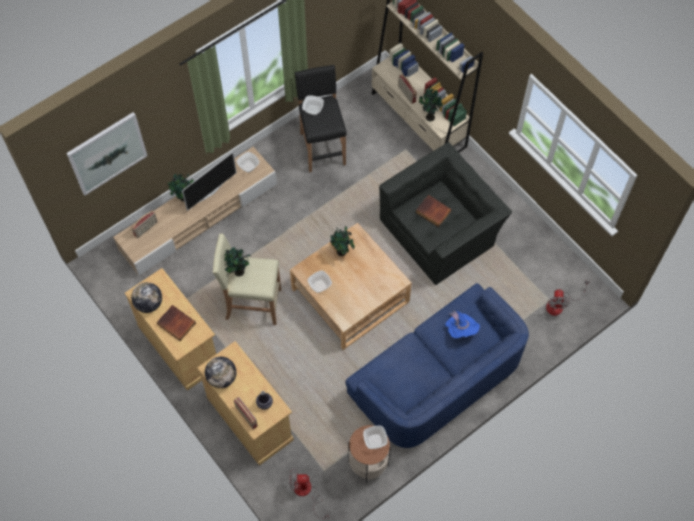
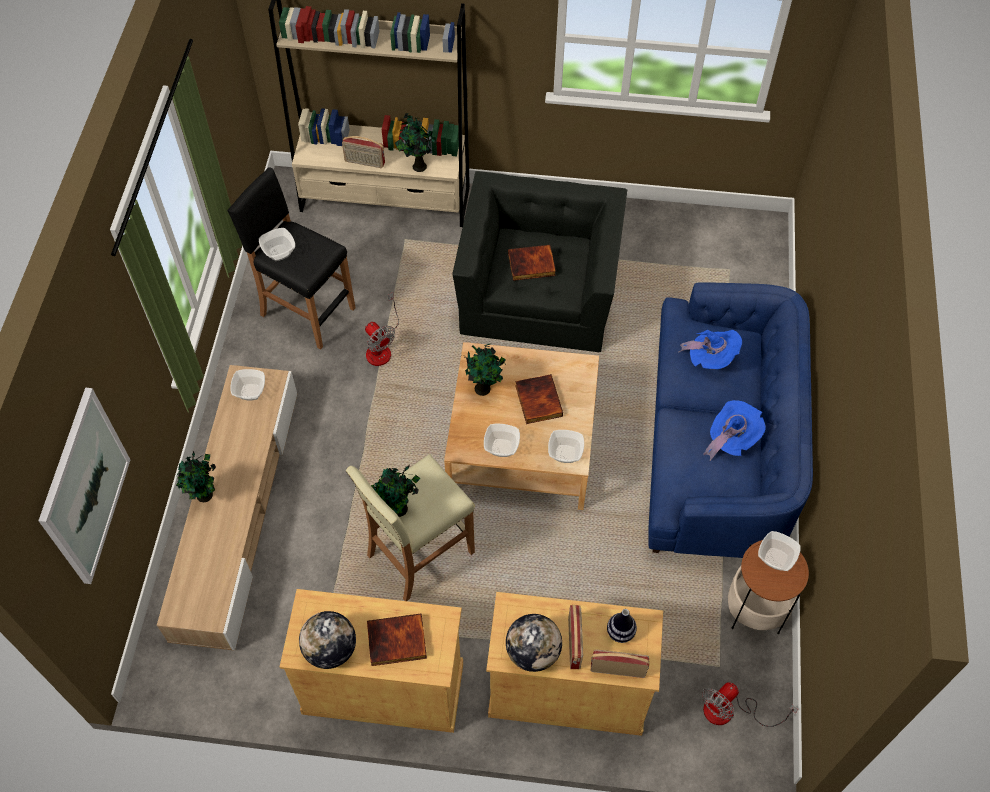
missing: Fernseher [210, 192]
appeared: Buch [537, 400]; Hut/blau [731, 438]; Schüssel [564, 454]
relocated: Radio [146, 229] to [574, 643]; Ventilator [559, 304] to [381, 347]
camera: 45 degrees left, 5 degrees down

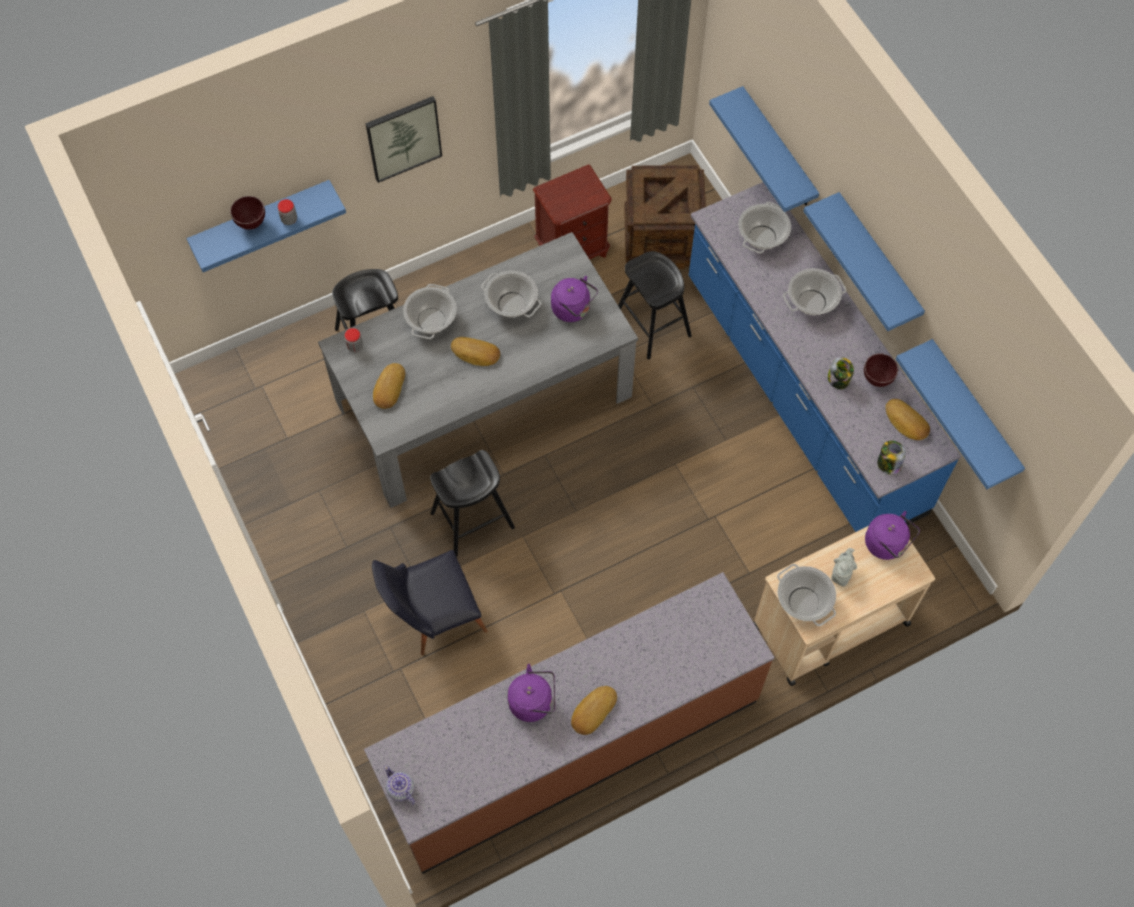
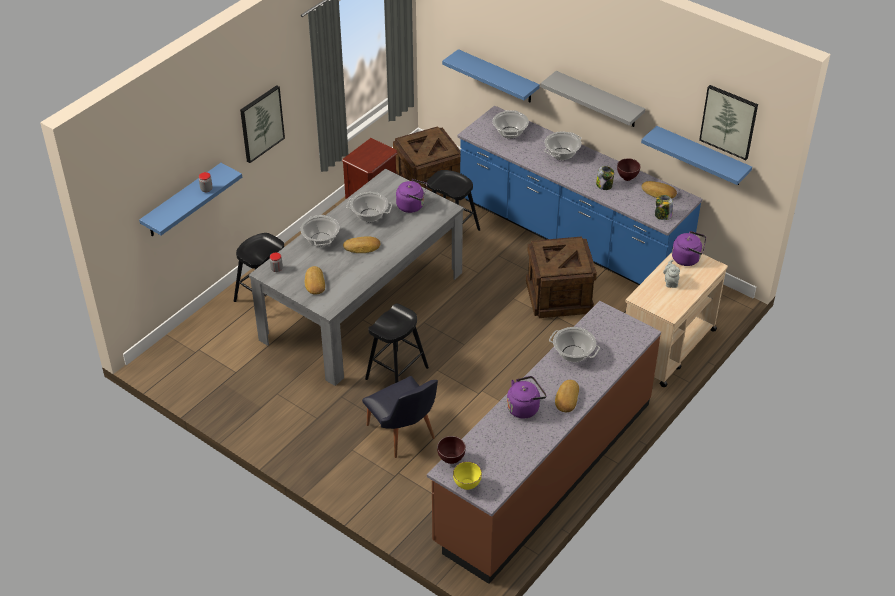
appeared: Bild [729, 121]; Kiste [559, 296]
relocated: Schüssel/braun [252, 224] to [452, 460]; Kochtopf [803, 601] to [573, 354]
exchanged: Teekanne [401, 789] to Schüssel/gelb [467, 486]
colour: Wandregal/blau [877, 261] to Wandregal/grau [599, 100]
spun: Stuhl/schwarz [433, 618] = [404, 436] 75 degrees counterclockwise
camera: 25 degrees left, 20 degrees down

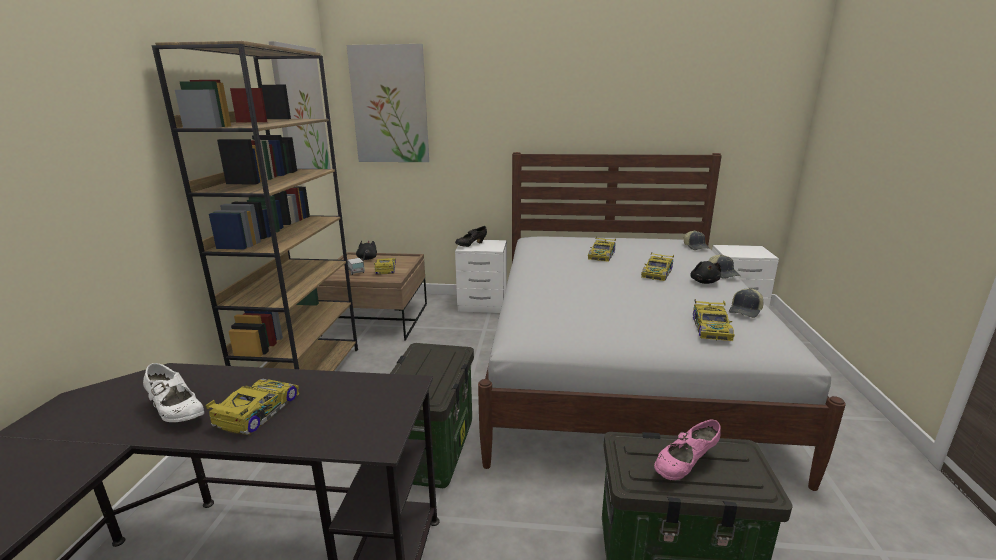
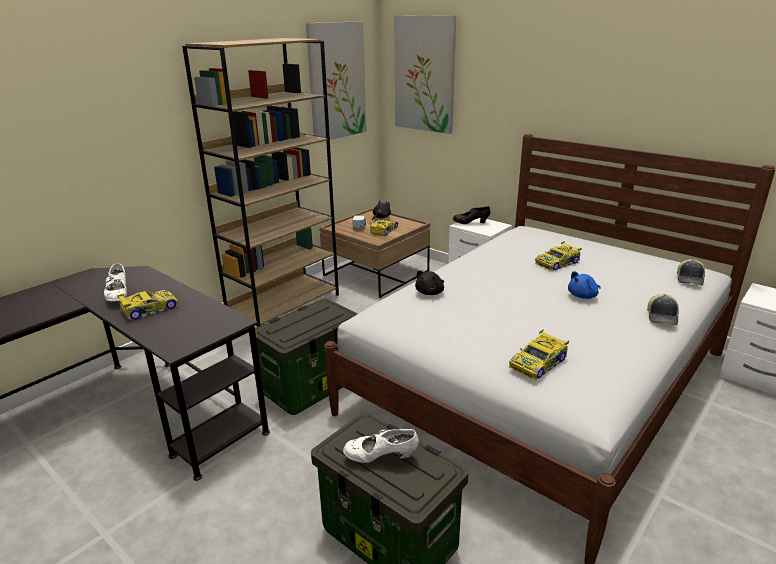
missing: Kappe [745, 311]
relocated: Plüschtier/schwarz [704, 282] to [430, 292]
exchanged: Spielzeugauto [657, 273] to Plüschtier/blau [583, 296]
colour: Schuh/rosa [684, 466] to Schuh/weiß [381, 458]
camera: 35 degrees right, 5 degrees up

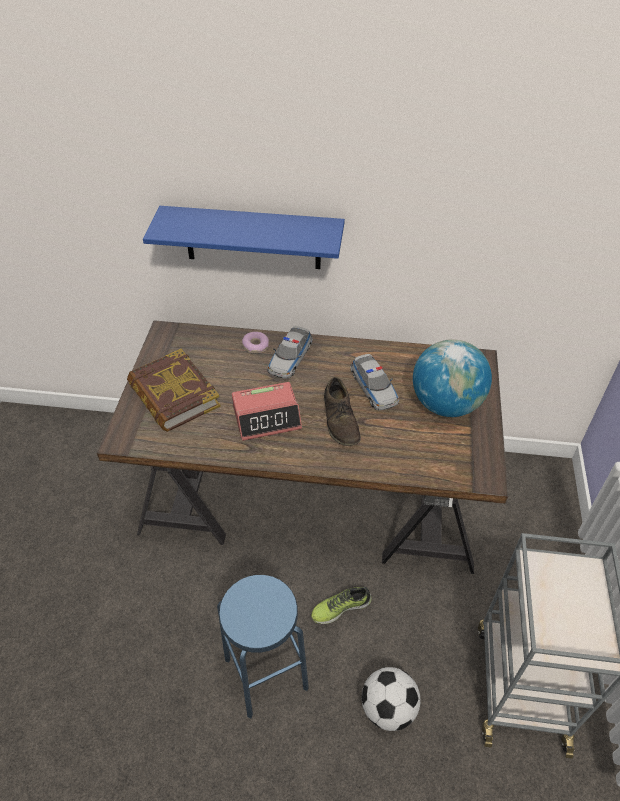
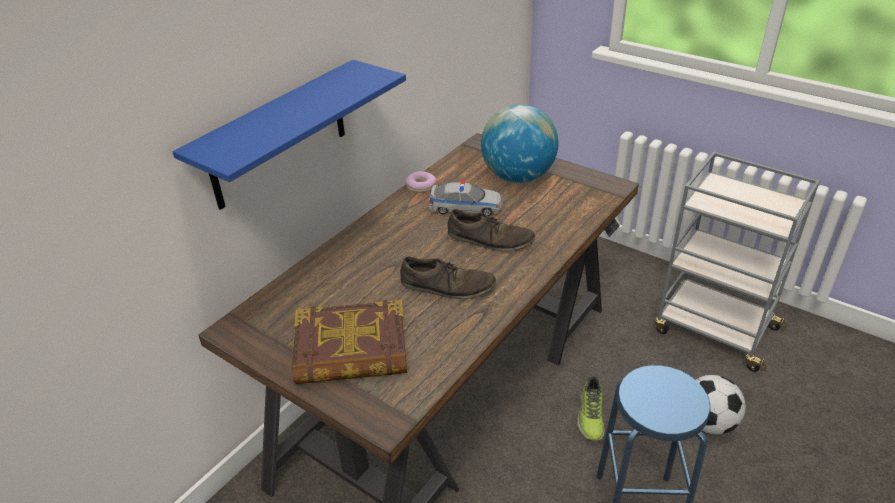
missing: Spielzeugauto [290, 358]
relocated: Donut [255, 346] to [421, 186]
exchanged: Wecker [267, 417] to Schuh/braun [447, 286]
camera: 60 degrees left, 10 degrees down

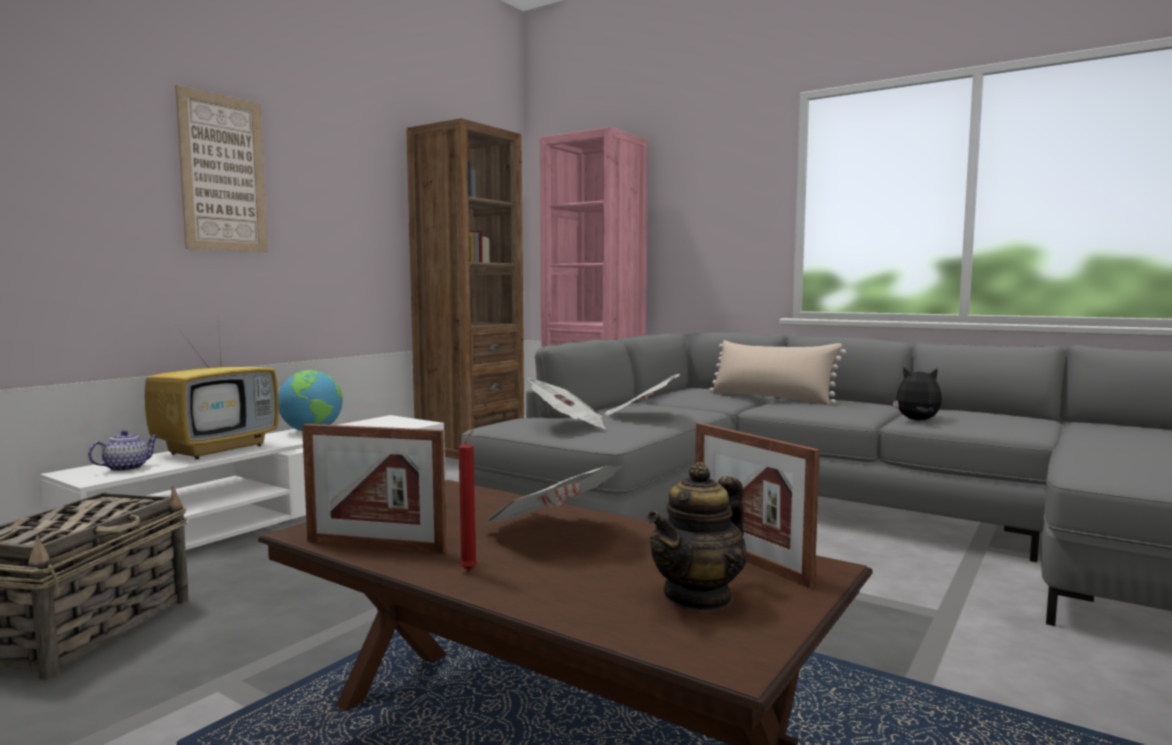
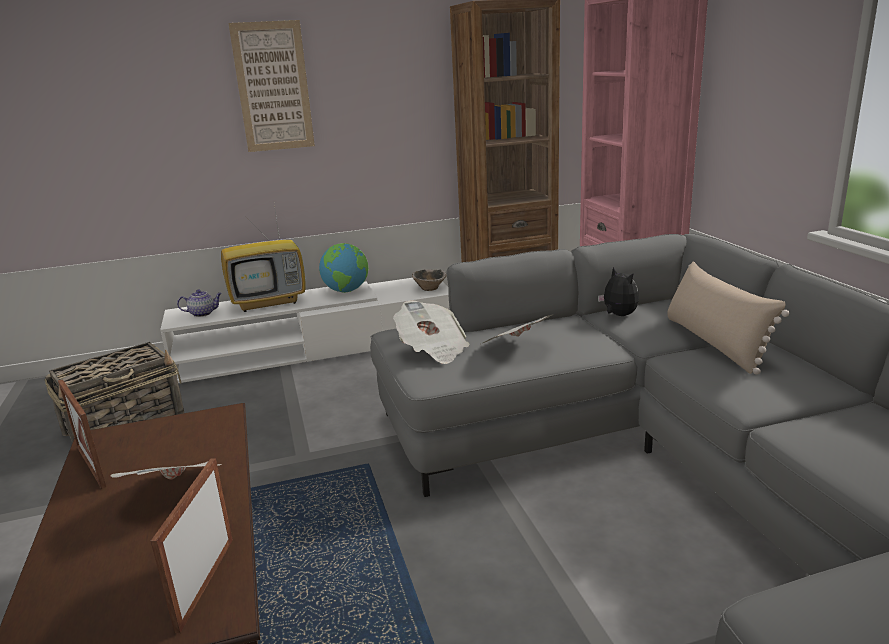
missing: Kerze/rot [470, 569]; Teekanne [698, 597]
appeared: Schüssel [430, 288]
relocated: Plüschtier [917, 421] to [618, 315]
camera: 40 degrees right, 15 degrees up

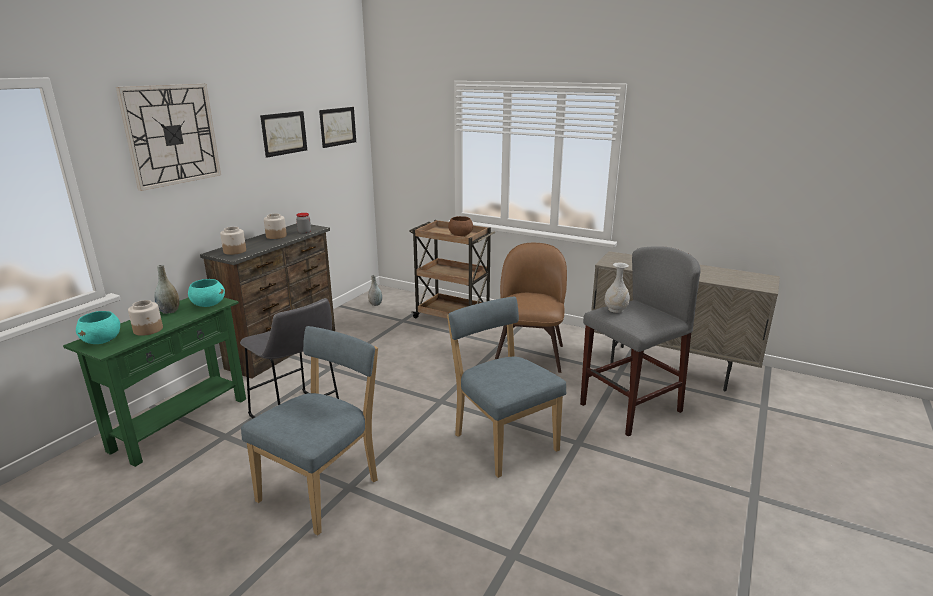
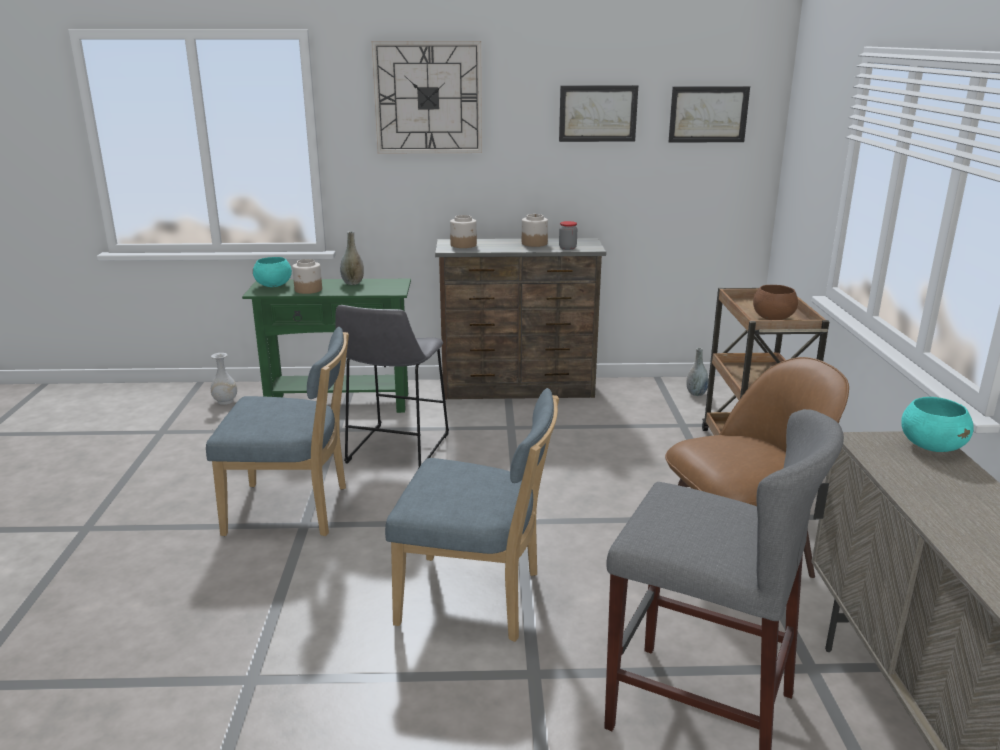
relocated: Vase/weiß [616, 310] to [225, 401]; Schüssel/türkis [208, 304] to [931, 446]
spun: Stuhl/blau [502, 440] = [477, 599] 75 degrees clockwise
camera: 60 degrees right, 0 degrees up

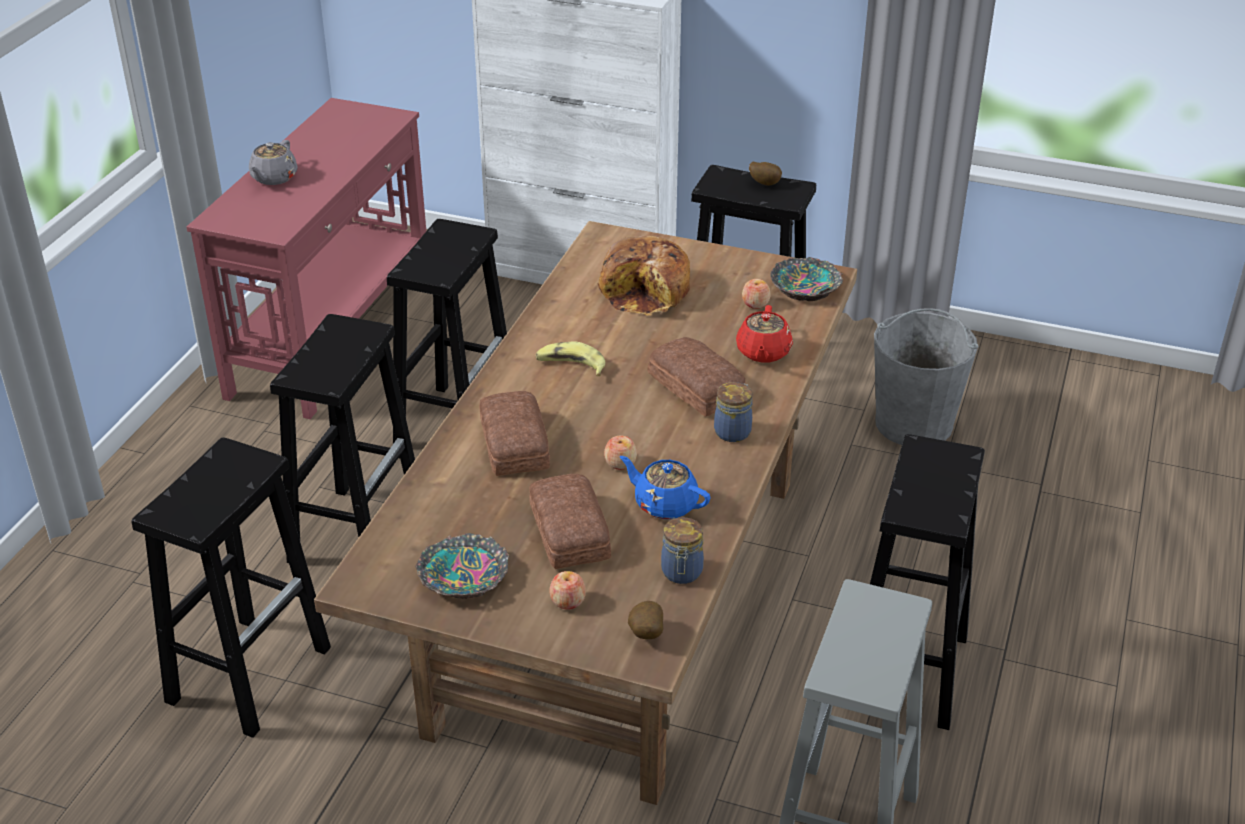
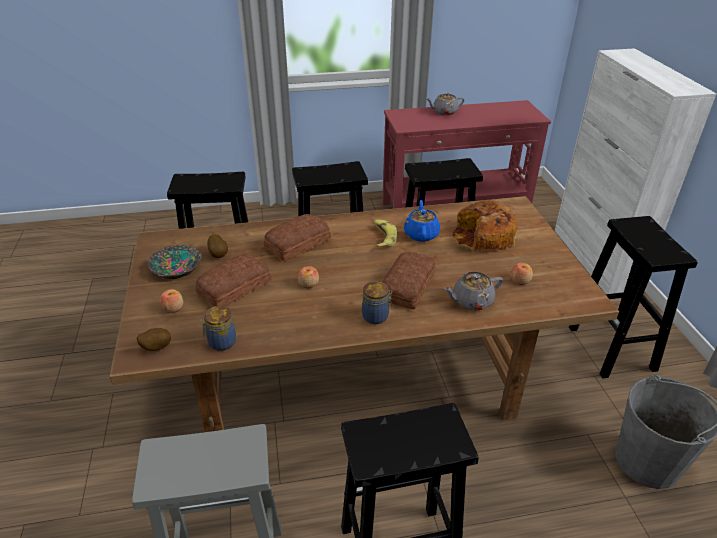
missing: Schüssel [806, 287]
relocated: Kartoffel [764, 183] to [219, 254]; Teekanne/blau [665, 504] to [421, 234]
colour: Teekanne/rot [763, 352] to Teekanne/grau [471, 301]
camera: 60 degrees right, 0 degrees up

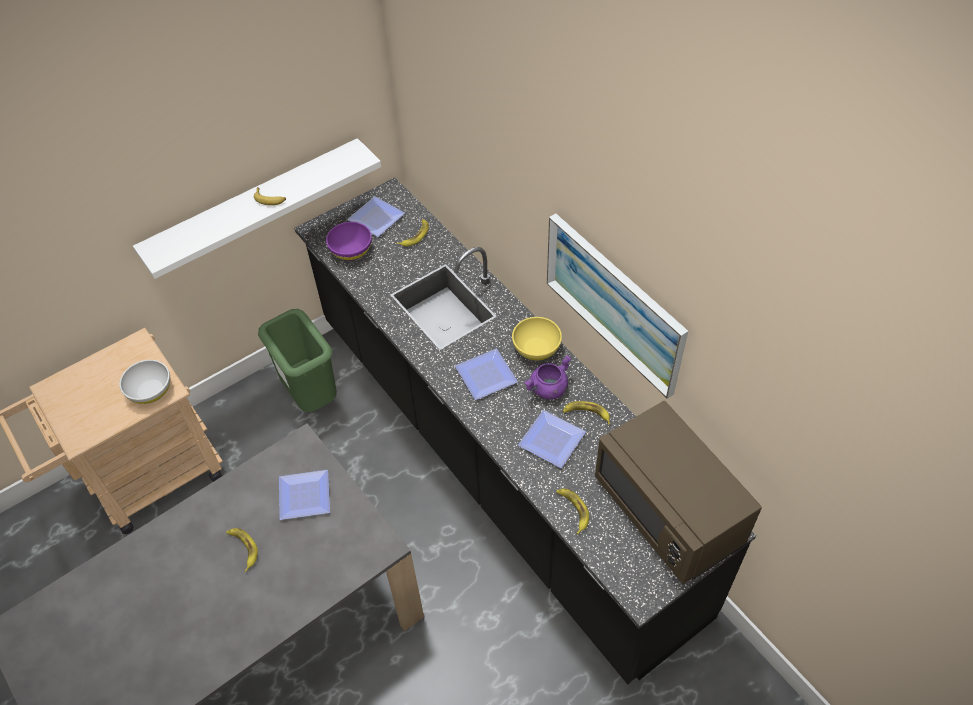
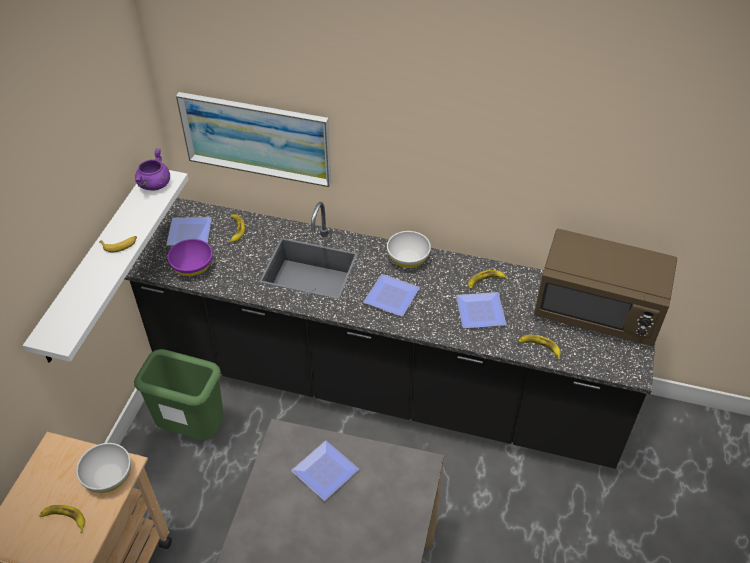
relocated: Bild [614, 303] to [256, 138]; Kochtopf/lila [548, 389] to [154, 185]; Banane [243, 548] to [64, 519]
colour: Schüssel/gelb [536, 348] to Schüssel/weiß [408, 258]
camera: 40 degrees left, 5 degrees down

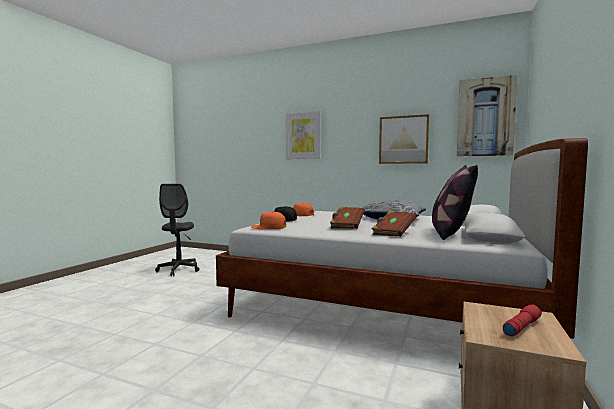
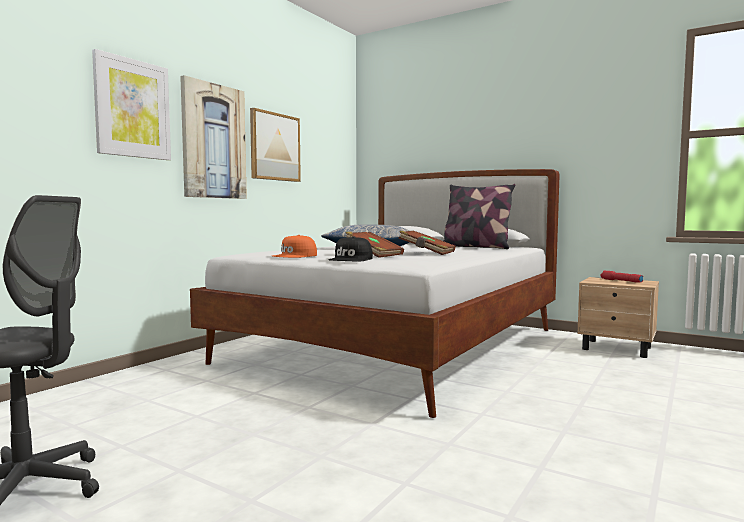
missing: Kappe/orange [269, 227]
relocated: Bild [485, 117] to [213, 141]; Buch/braun [393, 233] to [373, 255]
camera: 80 degrees left, 0 degrees up

